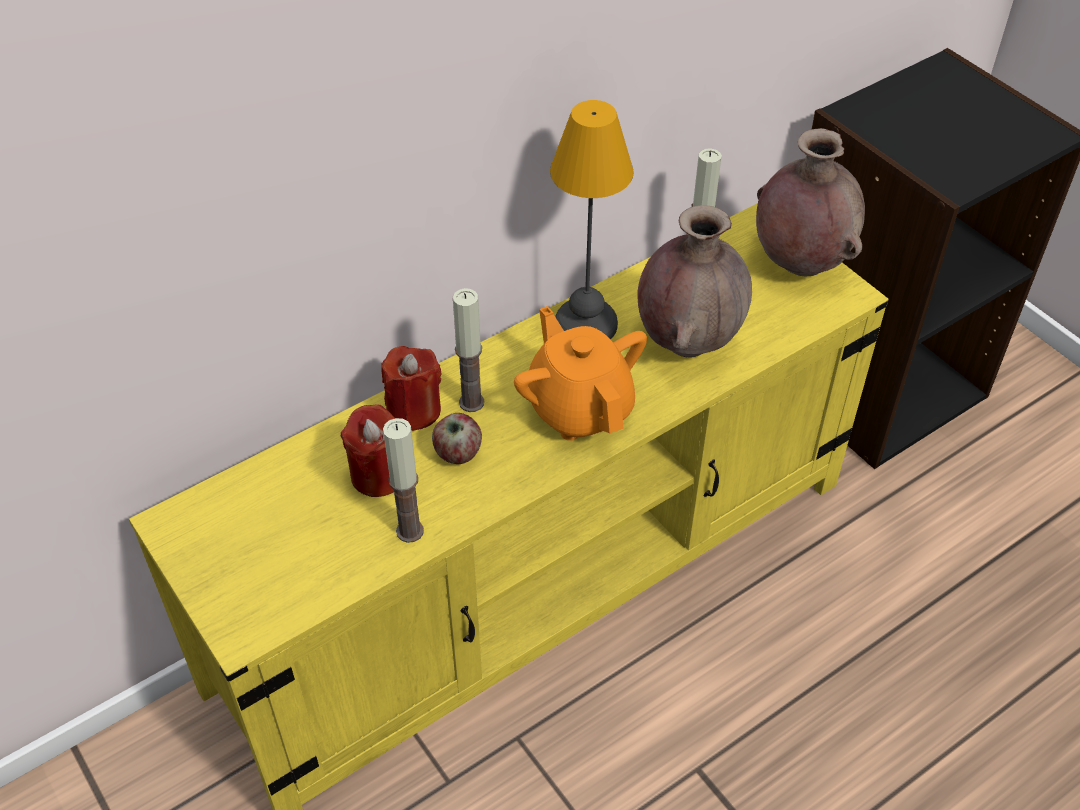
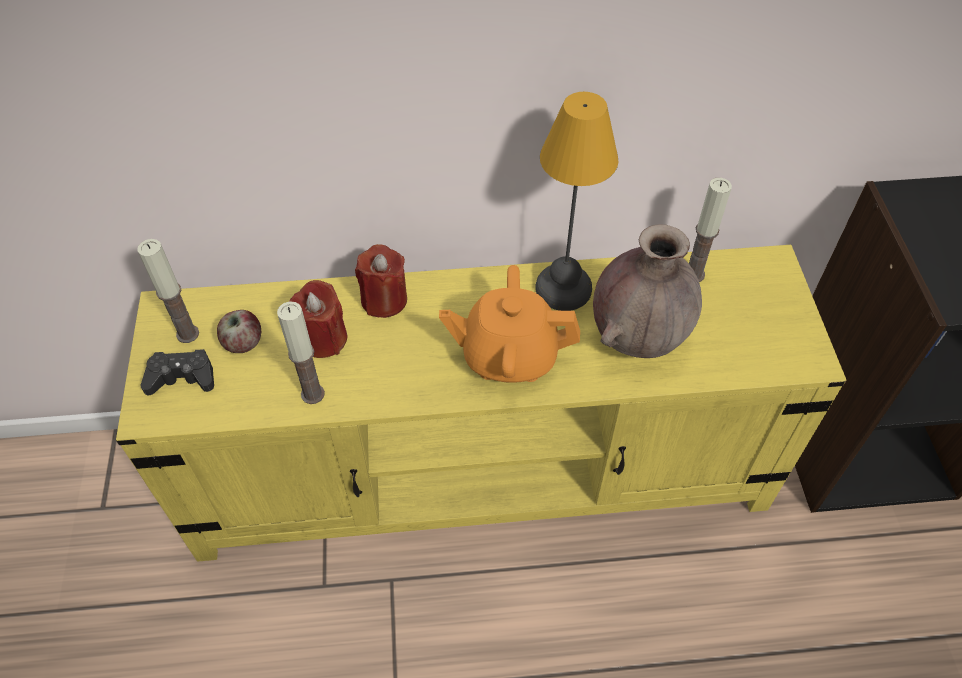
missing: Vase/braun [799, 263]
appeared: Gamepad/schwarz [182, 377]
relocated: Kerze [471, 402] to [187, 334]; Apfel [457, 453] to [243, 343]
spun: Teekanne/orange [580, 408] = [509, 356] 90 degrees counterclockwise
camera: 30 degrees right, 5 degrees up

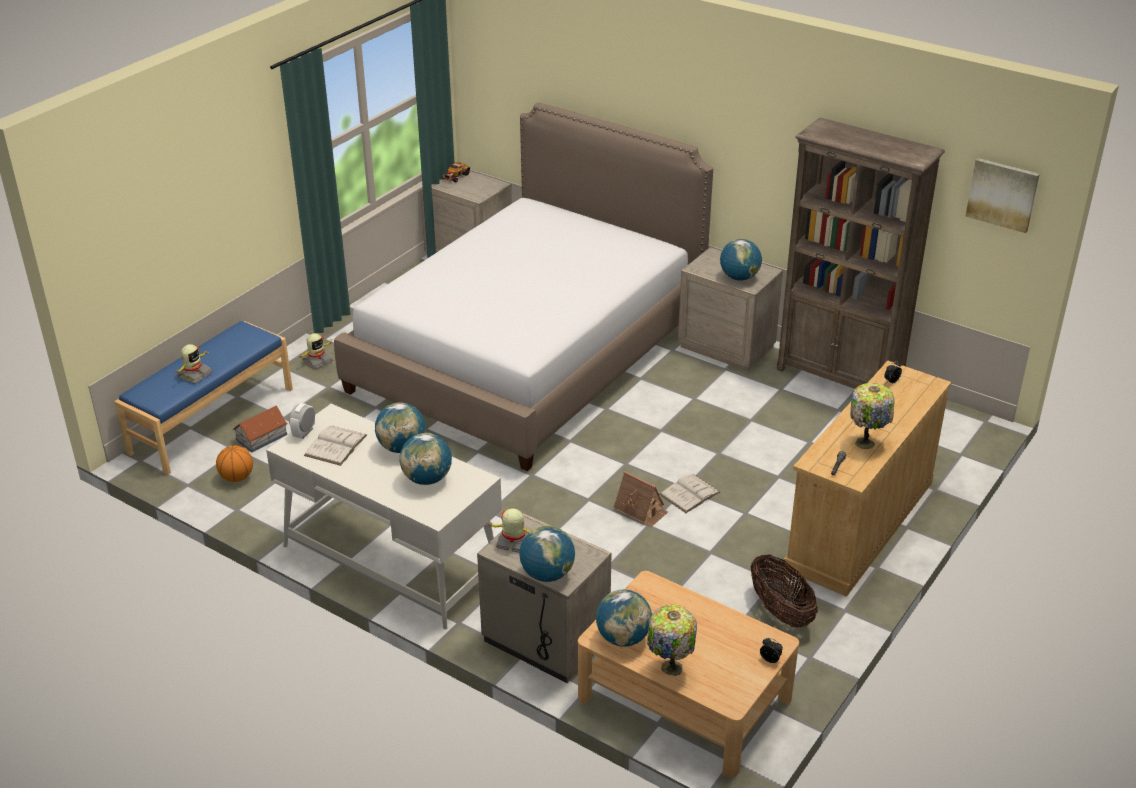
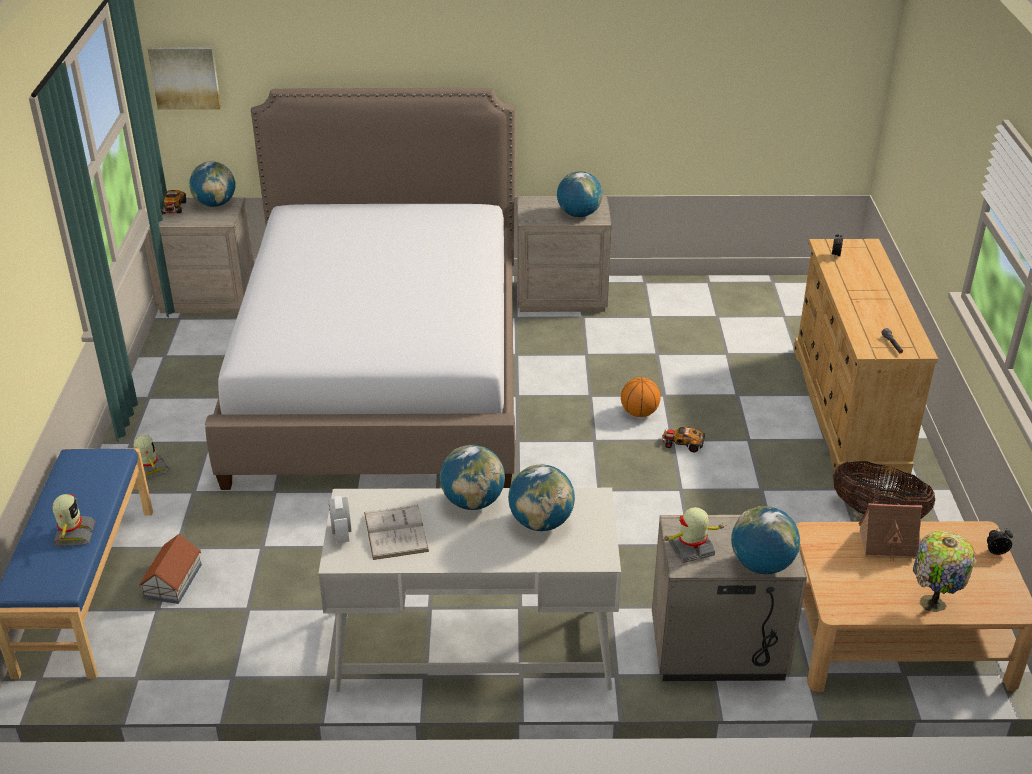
missing: Bücherregal/braun [839, 378]; Tischlampe [866, 443]
relocated: Bild [1002, 194] to [185, 77]; Basketball [237, 477] to [639, 413]; Spielzeughaus [641, 510] to [890, 544]; Globus [623, 638] to [215, 204]
exchanged: Buch/weiß [689, 493] to Spielzeugauto [682, 443]
spun: Spielzeugroboter [317, 361] = [150, 469] 45 degrees counterclockwise
camera: 35 degrees left, 0 degrees up

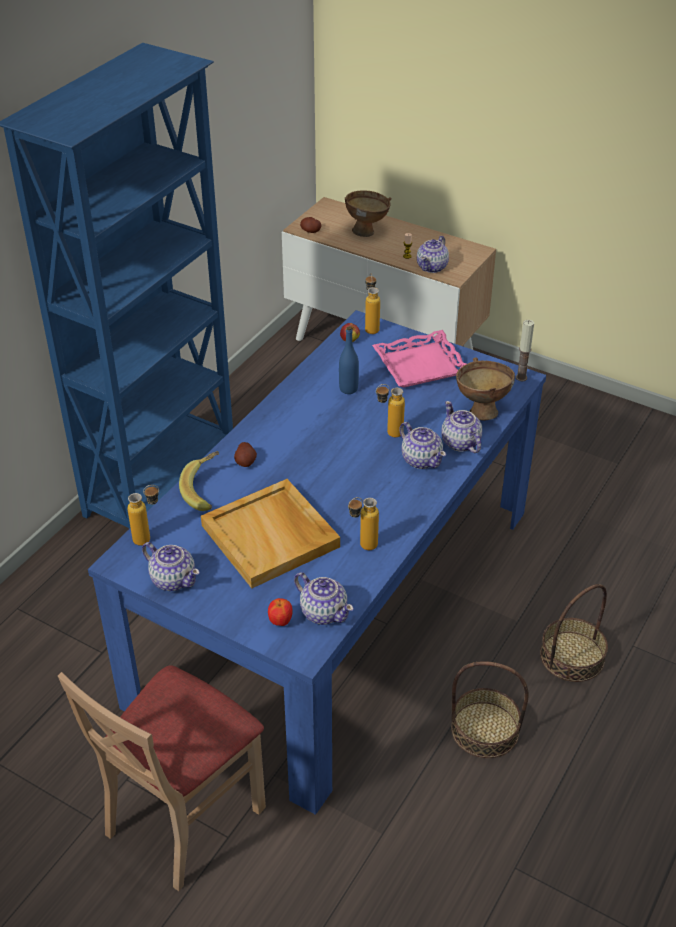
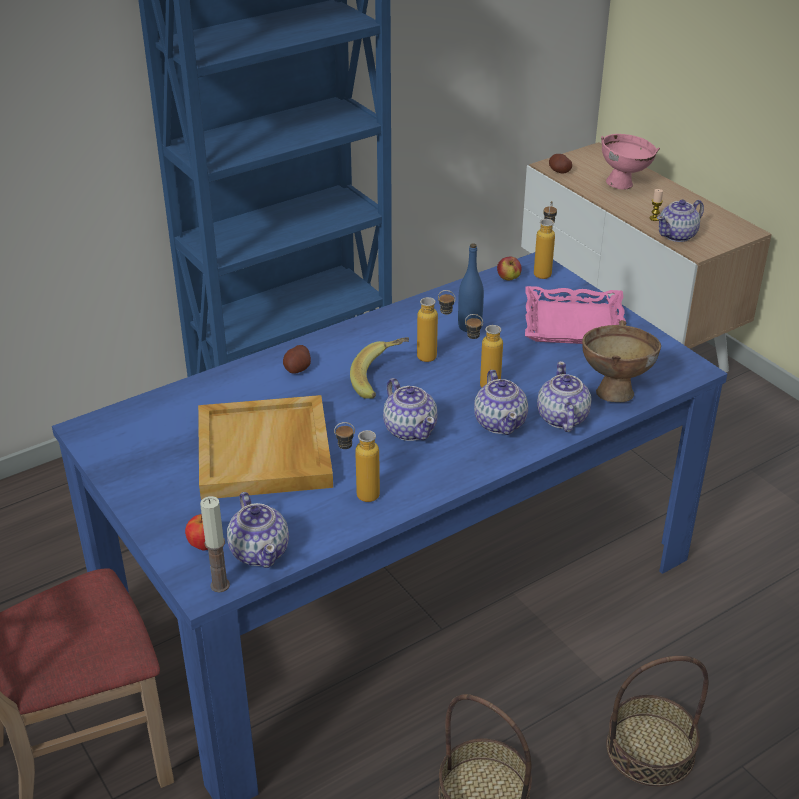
relocated: Kerze [521, 377] to [220, 585]; Banane [206, 491] to [382, 380]; Flasche [149, 538] to [435, 358]; Teekanne [173, 579] to [410, 429]
colour: Schüssel/braun [368, 231] to Schüssel/rosa [625, 184]
camera: 25 degrees right, 5 degrees down

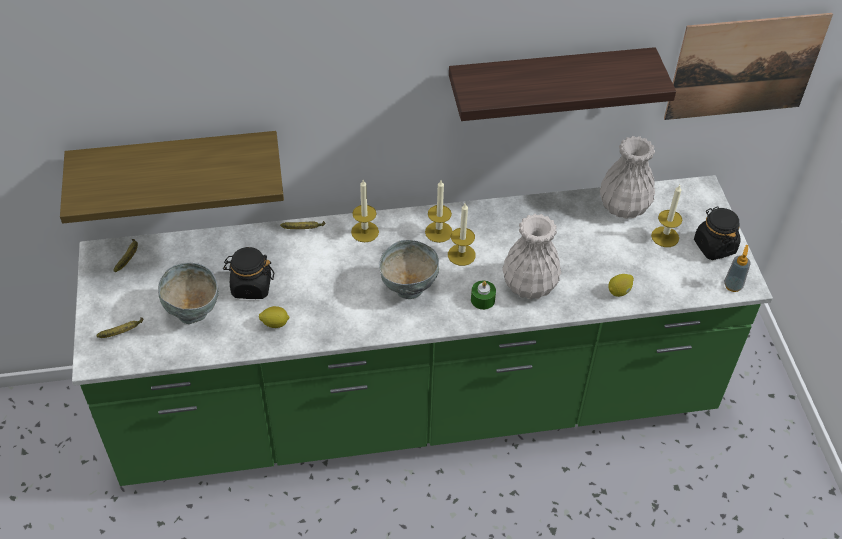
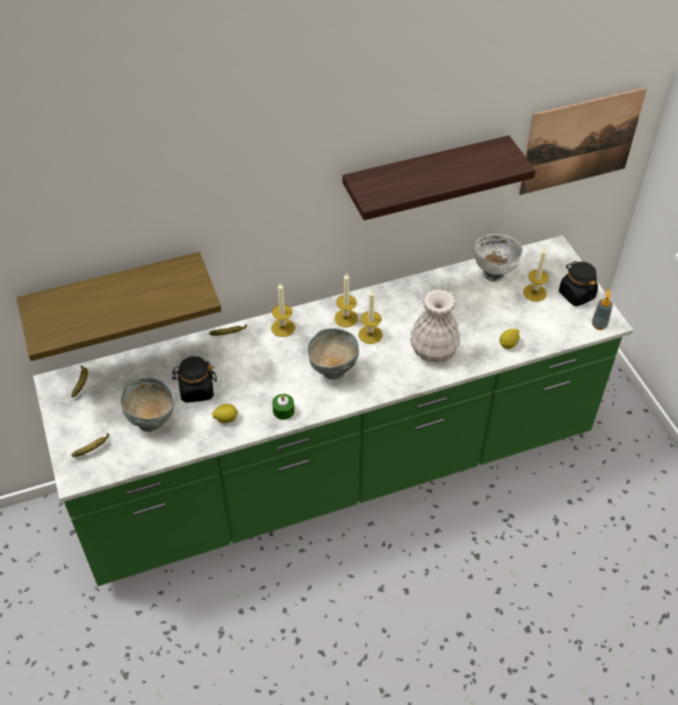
relocated: Kerze/grün [482, 300] to [283, 411]
exchanged: Vase/weiß [623, 206] to Schüssel/weiß [494, 273]
camera: 10 degrees left, 0 degrees up

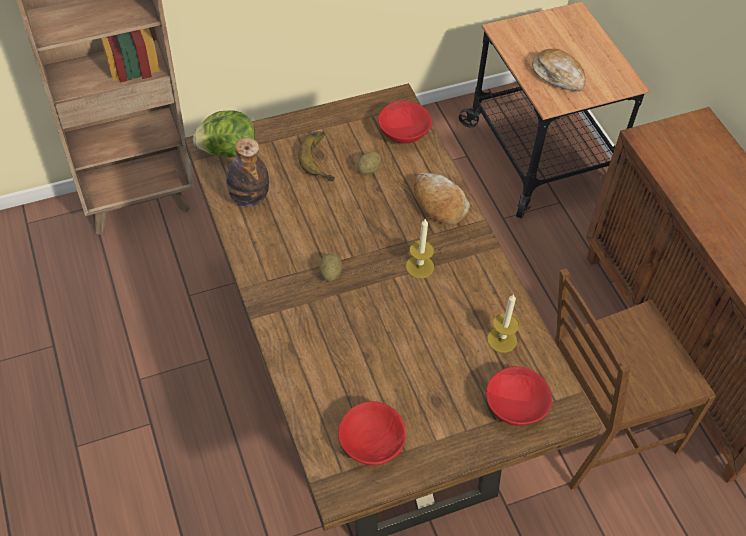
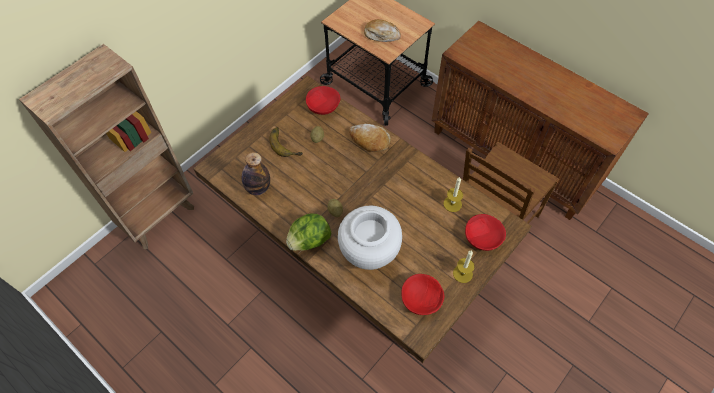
appeared: Vase/weiß [369, 254]
relocated: Salatkopf [227, 151] to [309, 240]; Kerze [419, 266] to [462, 273]
camera: 25 degrees left, 5 degrees up

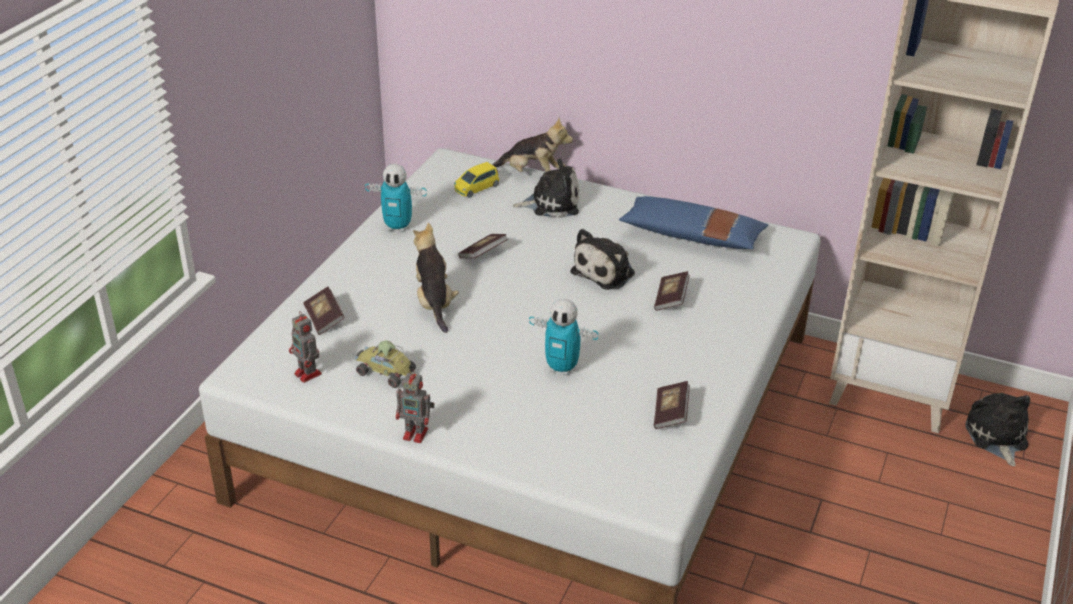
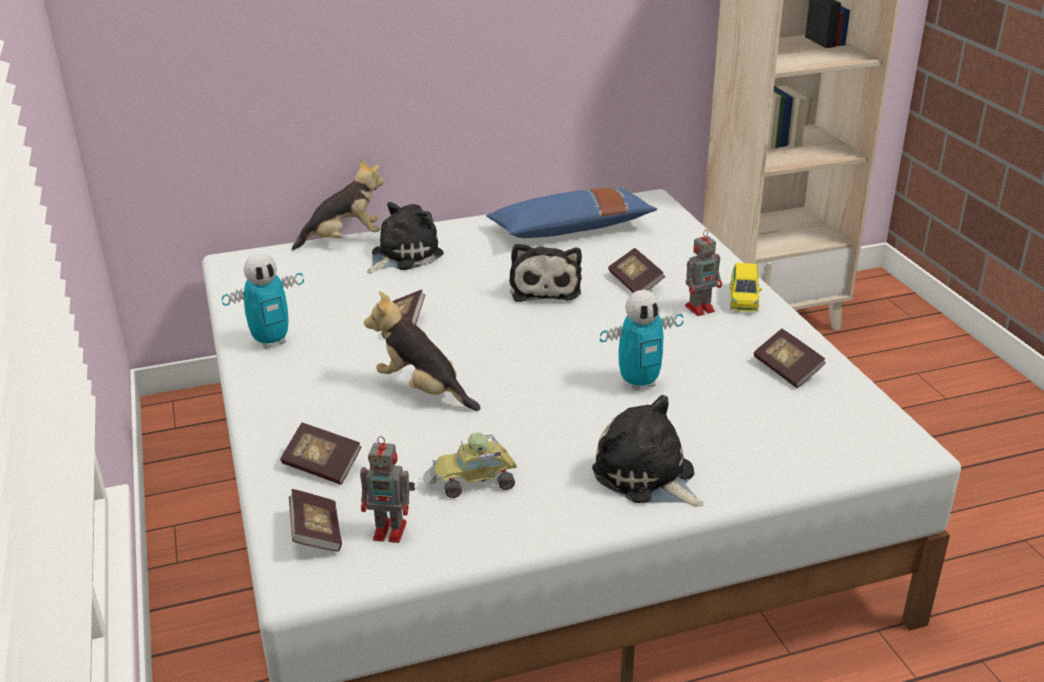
appeared: Buch [316, 533]
relocated: Spielzeugauto/gelb [476, 188] to [743, 299]; Spielzeugroboter [417, 434] to [701, 308]; Plüschtier [996, 437] to [647, 477]
camera: 40 degrees left, 5 degrees down

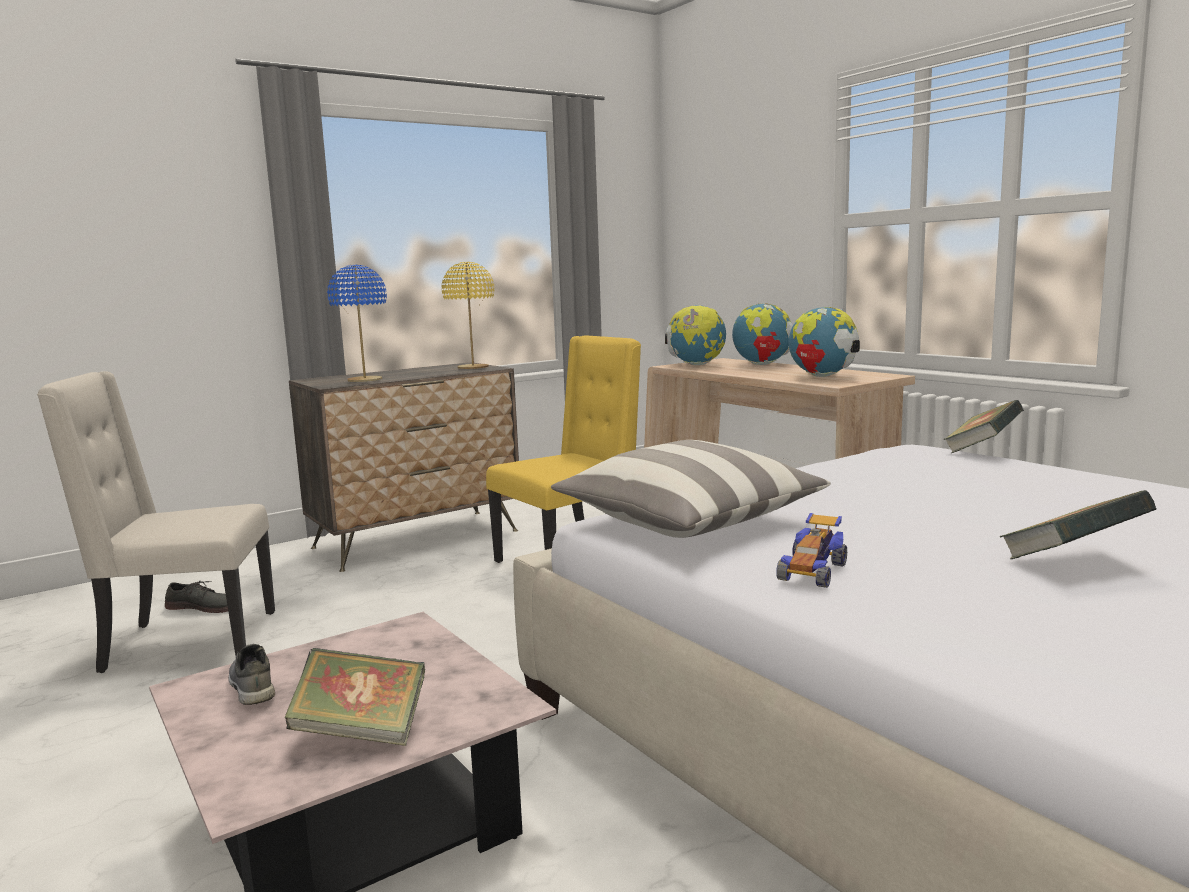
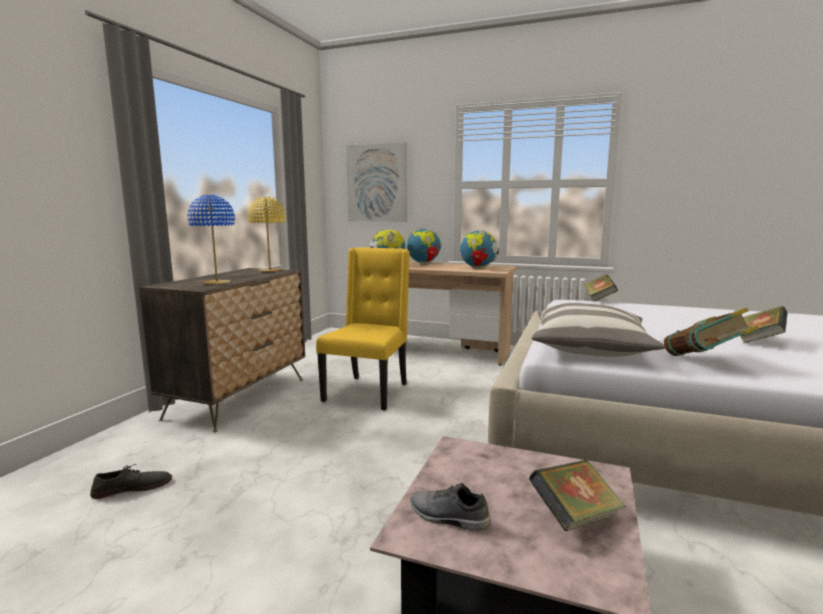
missing: Stuhl/beige [187, 642]
appeared: Bild [376, 183]
exchanged: Spielzeugauto [812, 571] to Buch [704, 362]
camera: 35 degrees left, 0 degrees up

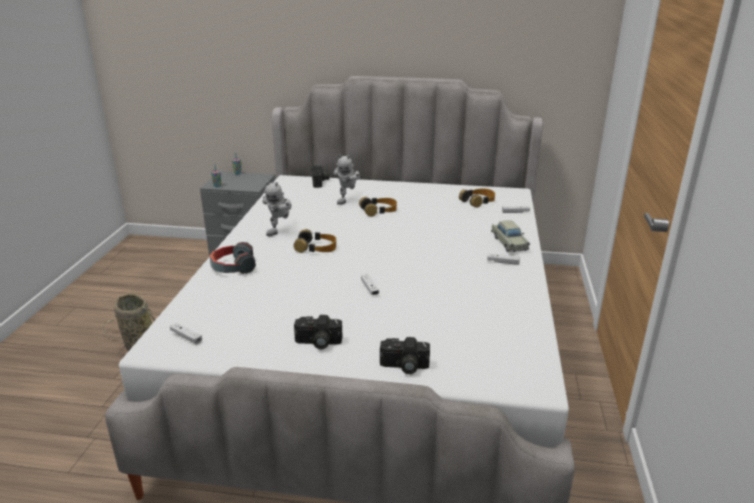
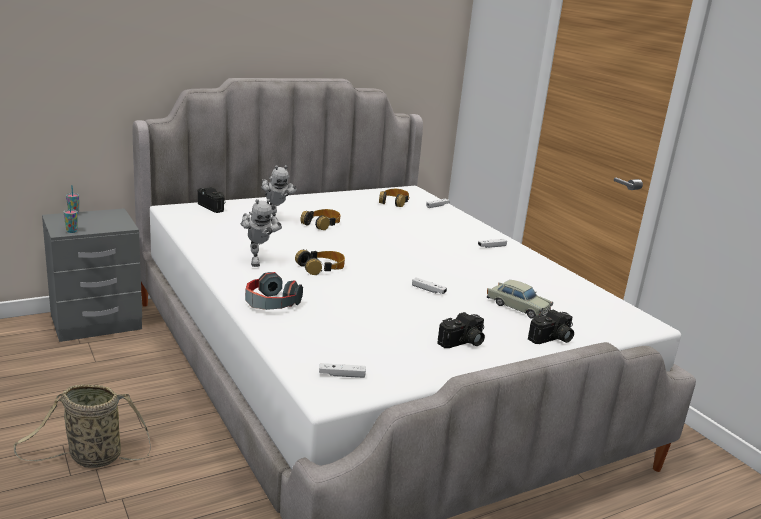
relocated: Spielzeugauto/beige [509, 243] to [518, 307]
camera: 40 degrees left, 5 degrees down

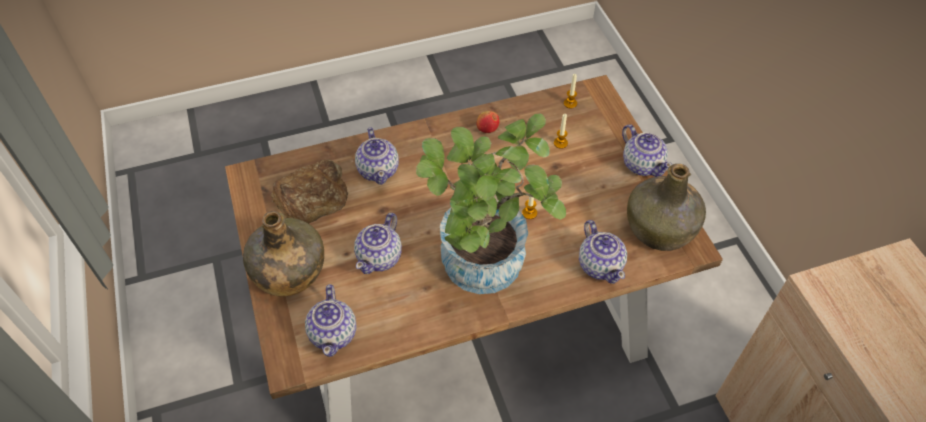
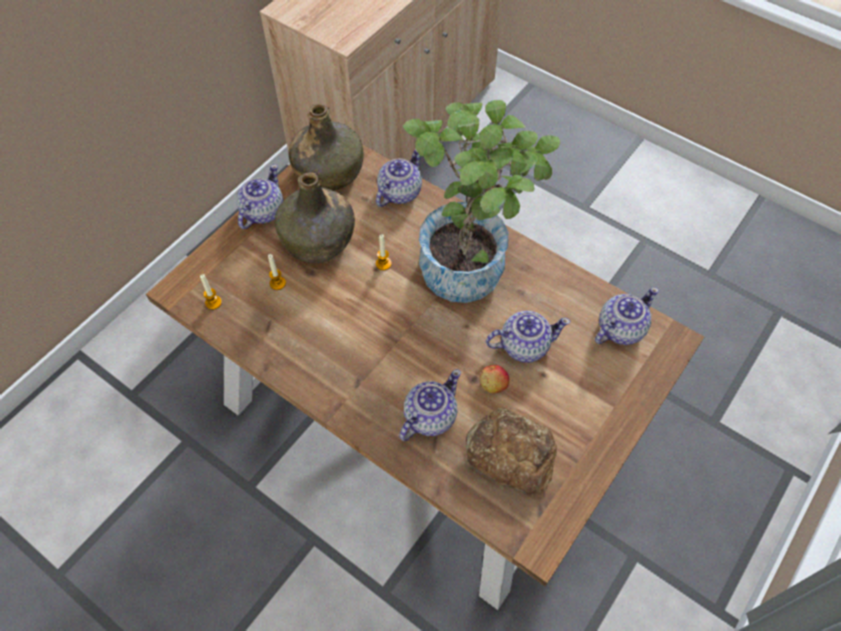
relocated: Apfel [487, 128] to [493, 384]; Flasche/grün [288, 271] to [318, 240]
camera: 125 degrees left, 5 degrees up

